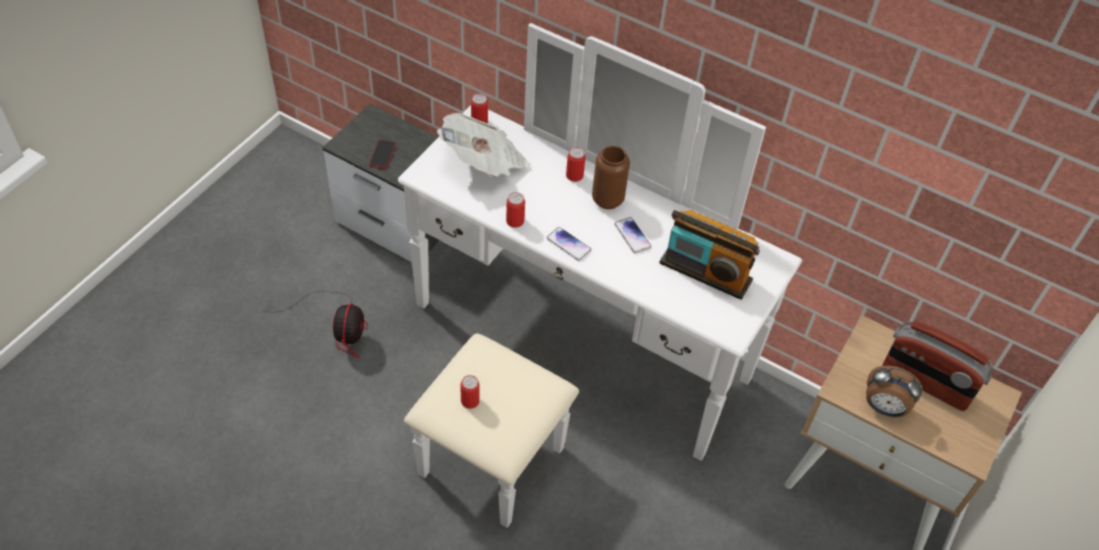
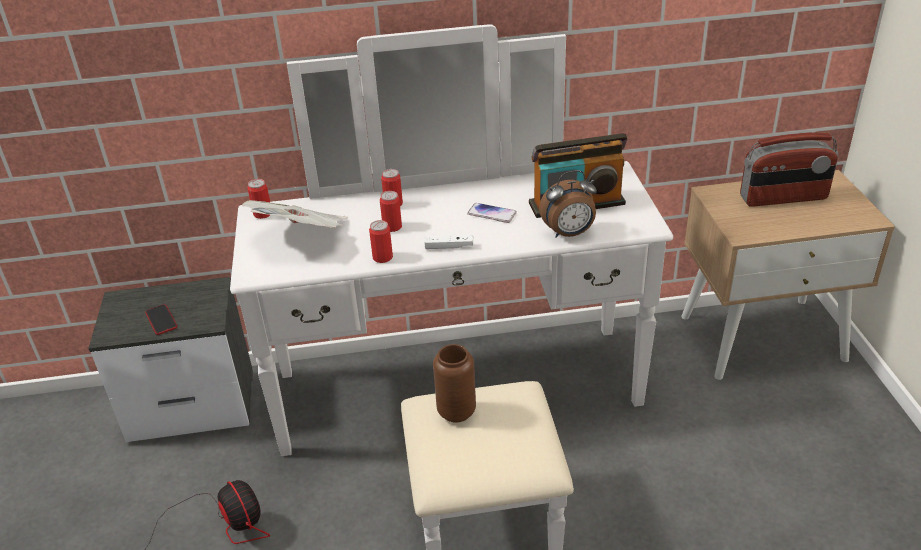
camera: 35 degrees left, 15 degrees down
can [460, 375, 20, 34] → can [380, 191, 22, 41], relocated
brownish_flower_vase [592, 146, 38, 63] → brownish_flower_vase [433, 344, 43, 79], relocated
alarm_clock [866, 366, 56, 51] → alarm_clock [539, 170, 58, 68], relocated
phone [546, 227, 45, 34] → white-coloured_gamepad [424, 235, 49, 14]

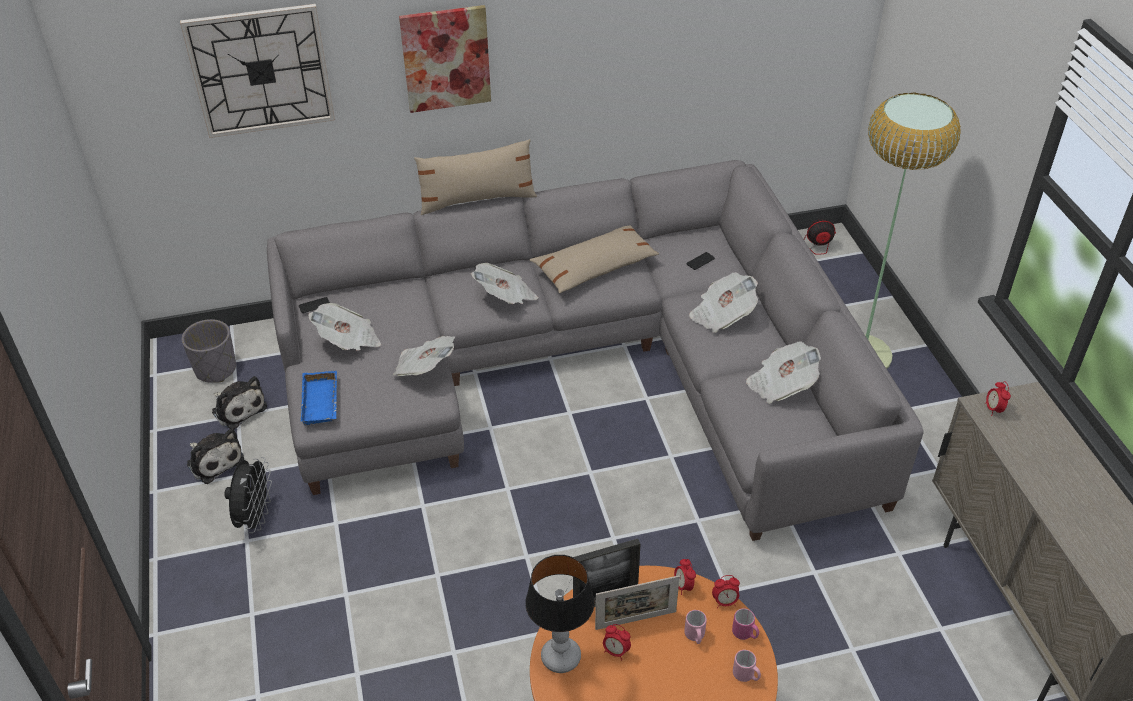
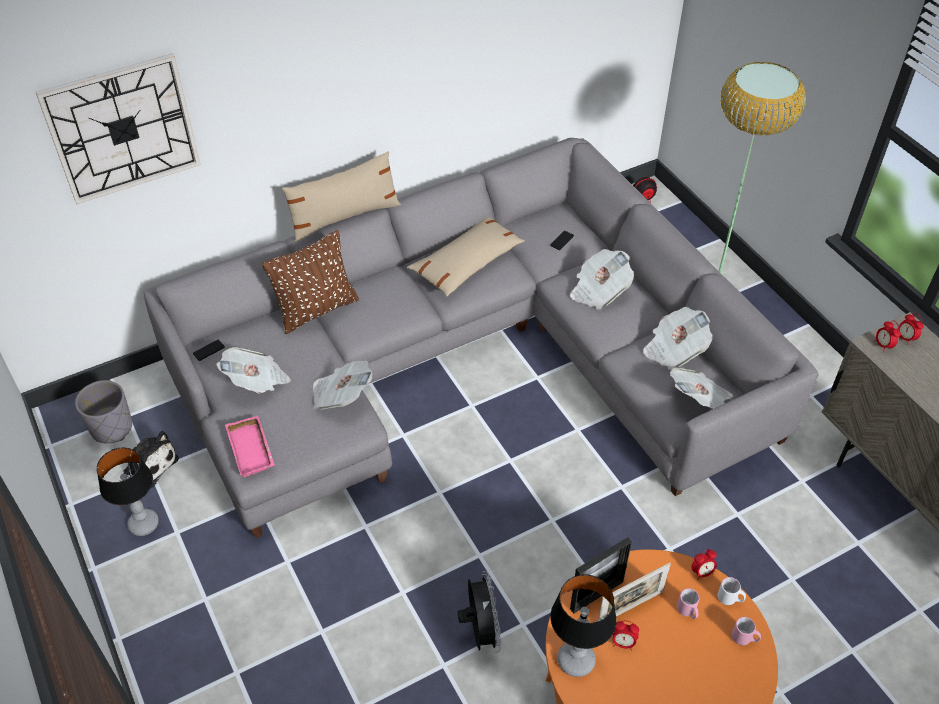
camera: 15 degrees left, 5 degrees up
wall_picture [399, 5, 92, 108] → -
- → brownish_pillow [262, 230, 97, 104]
black_fan [224, 457, 48, 76] → black_fan [458, 571, 43, 82], relocated
daily_paper [471, 263, 67, 41] → daily_paper [670, 367, 63, 42], relocated
alarm_clock [674, 559, 22, 36] → alarm_clock [898, 313, 26, 28], relocated
soft_toy [187, 428, 57, 56] → lamp_for_a_table [97, 447, 62, 89]
blue-coloured_carrying_tray [300, 371, 37, 54] → pink-coloured_carrying_tray [225, 416, 50, 62]
pink-coloured_coffee_mug [732, 608, 27, 32] → white-coloured_coffee_mug [718, 577, 28, 28]

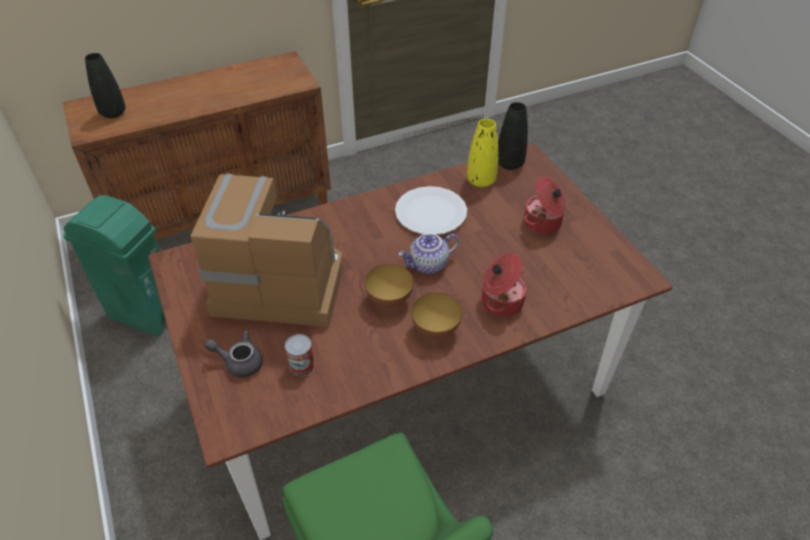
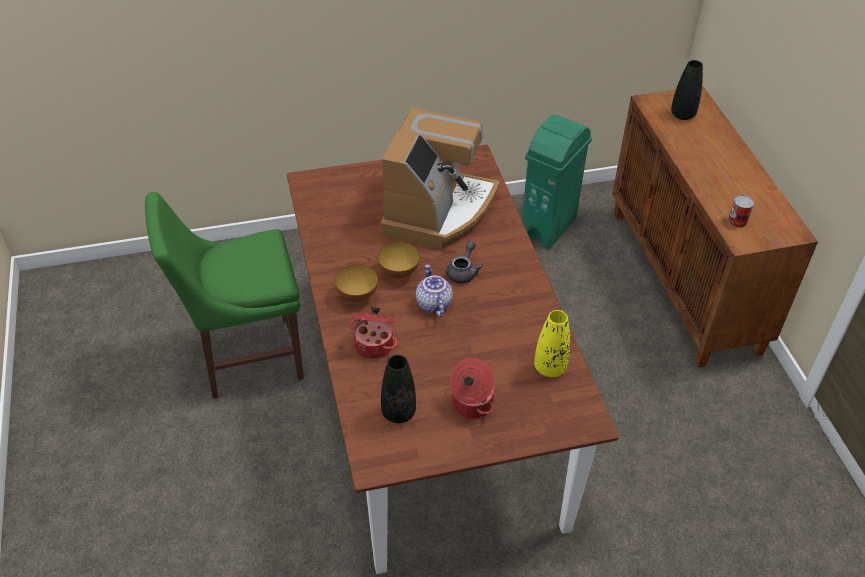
camera: 100 degrees right, 0 degrees up
white-coloured_plate [395, 186, 72, 49] → -
grey_pot_for_tea [204, 331, 59, 47] → grey_pot_for_tea [446, 241, 37, 42], relocated
can [285, 334, 30, 42] → can [728, 195, 26, 33], relocated
black_flower_vase [498, 102, 30, 68] → black_flower_vase [381, 355, 35, 68], relocated

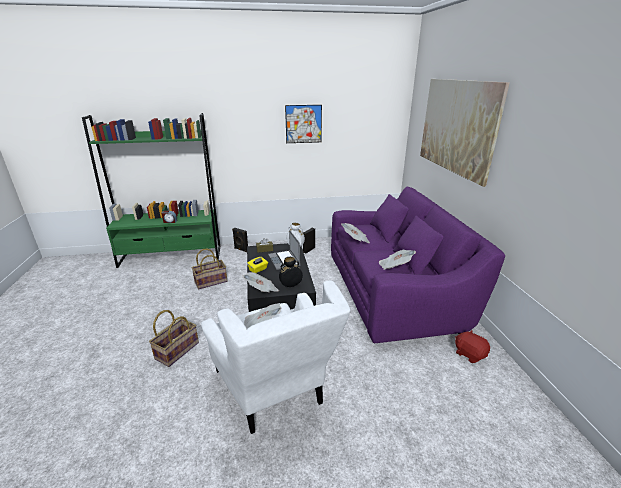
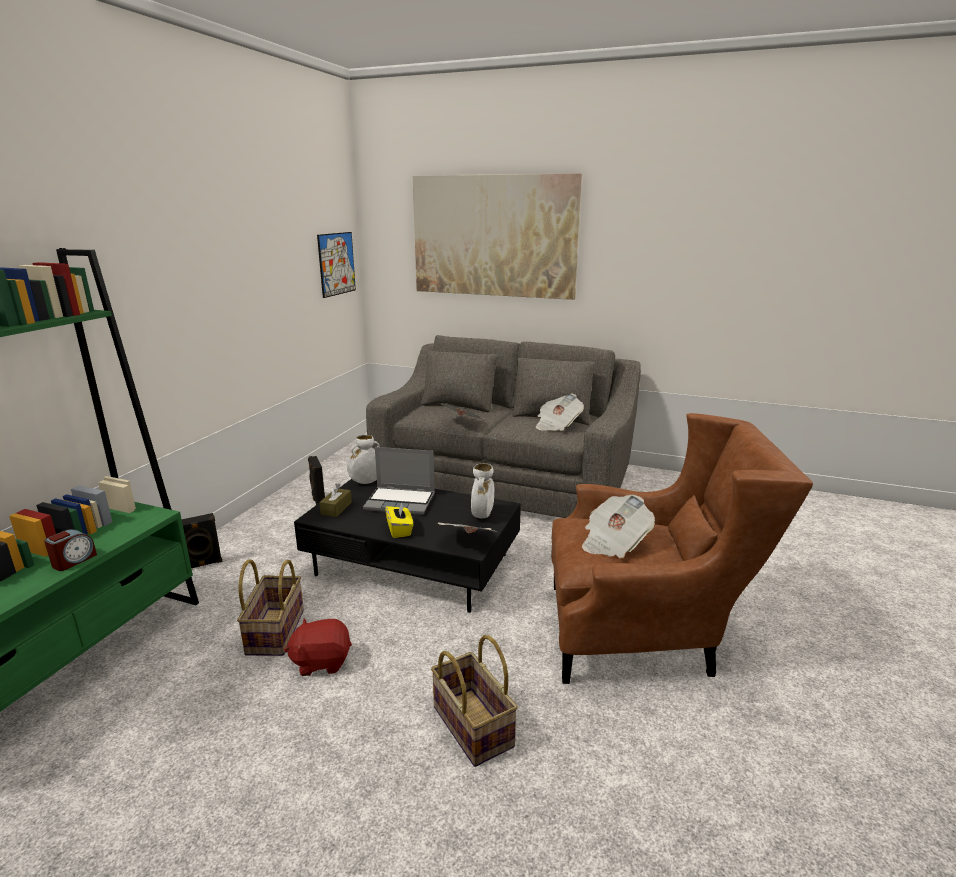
camera: 60 degrees left, 5 degrees down
wall_picture [285, 105, 37, 38] → wall_picture [317, 232, 39, 66], relocated
red_soft_toy [455, 330, 35, 33] → red_soft_toy [284, 619, 68, 57], relocated
white-coloured_easy_chair [201, 280, 149, 154] → brownish_easy_chair [551, 413, 262, 271]
black_flower_vase [279, 257, 24, 30] → white-coloured_flower_vase [471, 463, 23, 55]
purplish_sofa [331, 186, 174, 157] → grey_sofa [366, 335, 275, 183]

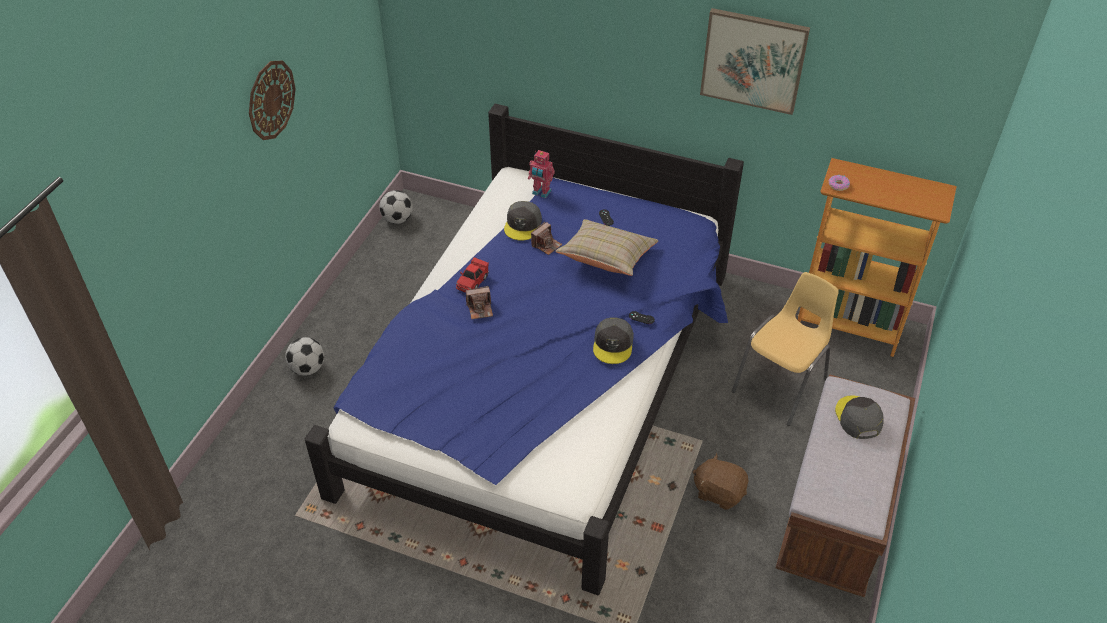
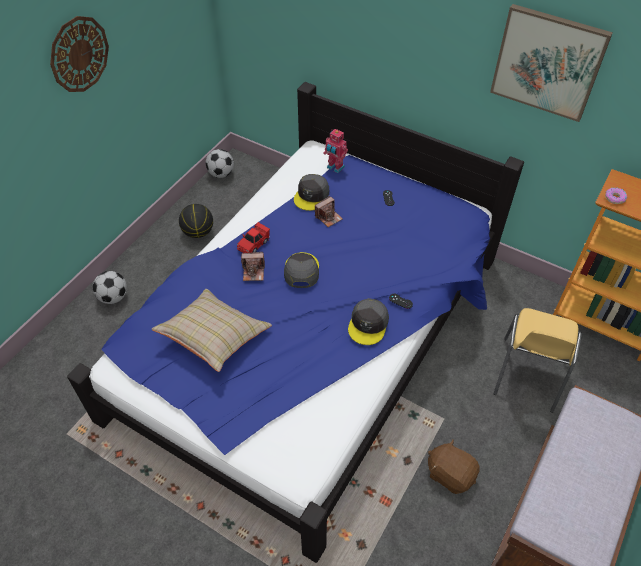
camera: 10 degrees right, 5 degrees up
- → basketball_ball [179, 204, 34, 34]
beige-coloured_pillow [555, 219, 103, 57] → beige-coloured_pillow [151, 289, 121, 83], relocated
grey_baseball_cap [835, 395, 49, 44] → grey_baseball_cap [284, 252, 35, 36], relocated
yellow_chair [732, 272, 107, 154] → yellow_chair [493, 308, 89, 105], 150 degrees clockwise

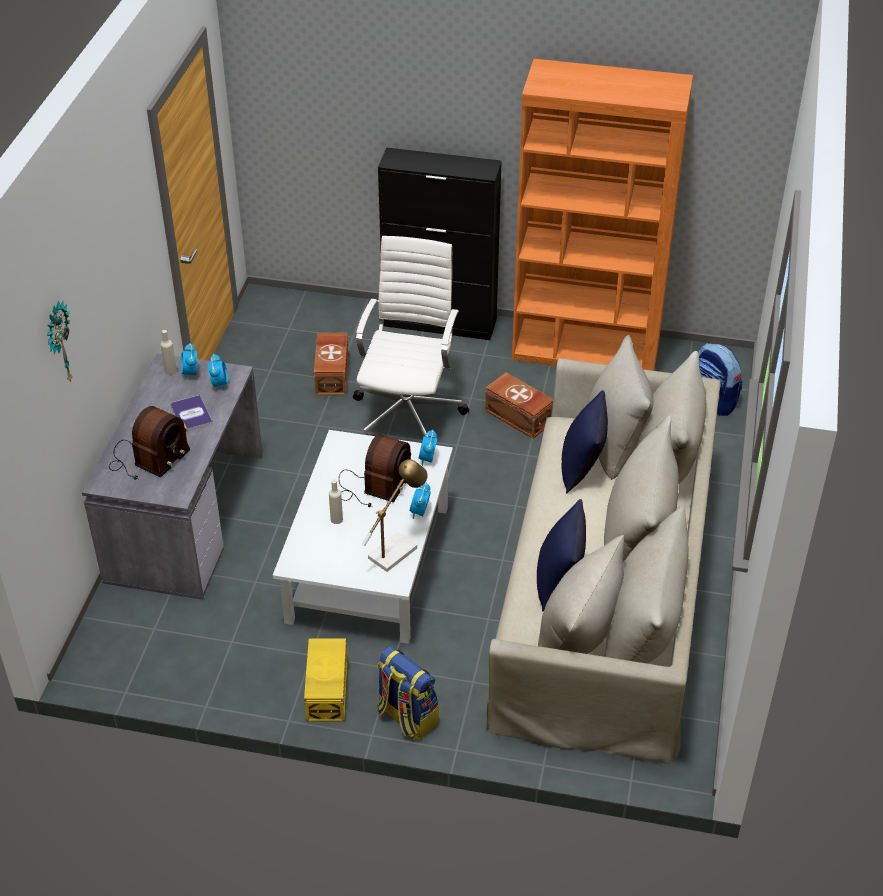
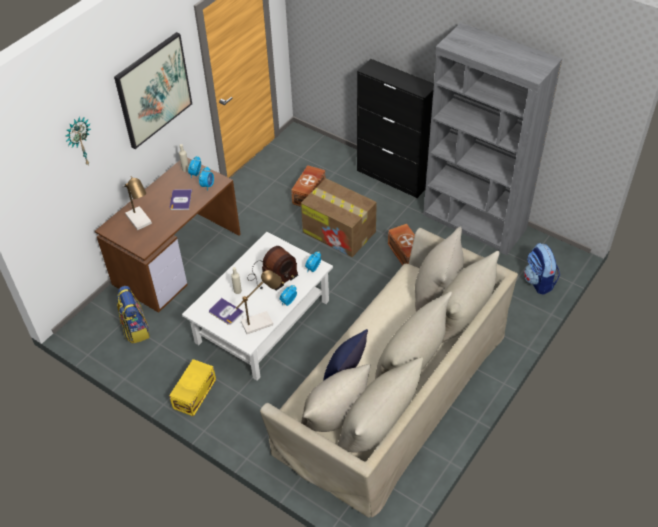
camera: 25 degrees right, 5 degrees up
blue-coloured_pillow [562, 390, 46, 103] → -
- → wall_picture [114, 32, 78, 117]
- → bound_book [209, 298, 35, 27]
backpack [377, 646, 62, 94] → backpack [117, 286, 33, 58], relocated
radio [109, 406, 81, 74] → lamp_for_a_table [122, 176, 30, 54]
white-coloured_office_chair [353, 236, 116, 201] → packing_box [301, 178, 76, 79]
grey_desk [82, 354, 181, 246] → brownish_desk [95, 157, 146, 156]
orange_bookcase [512, 59, 181, 312] → grey_bookcase [423, 23, 139, 232]

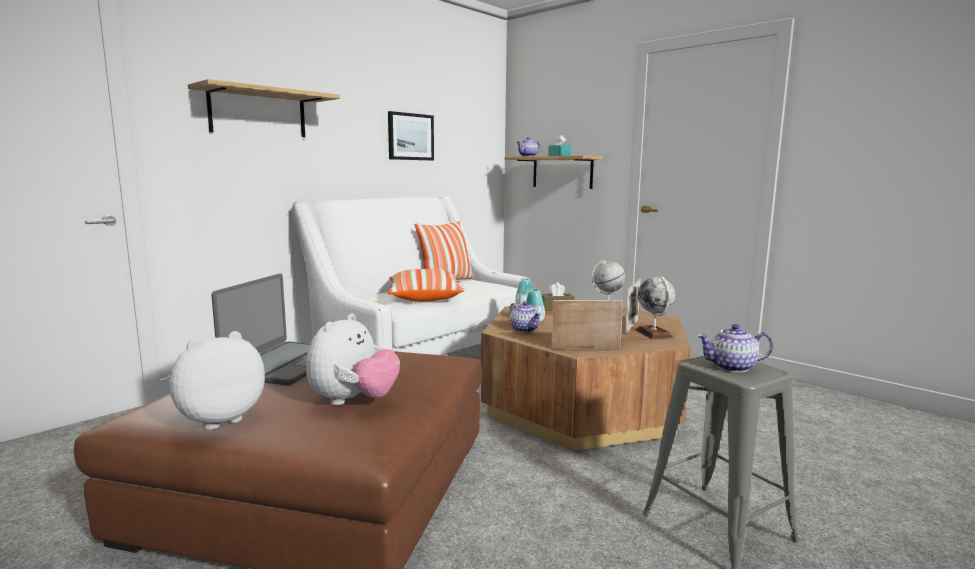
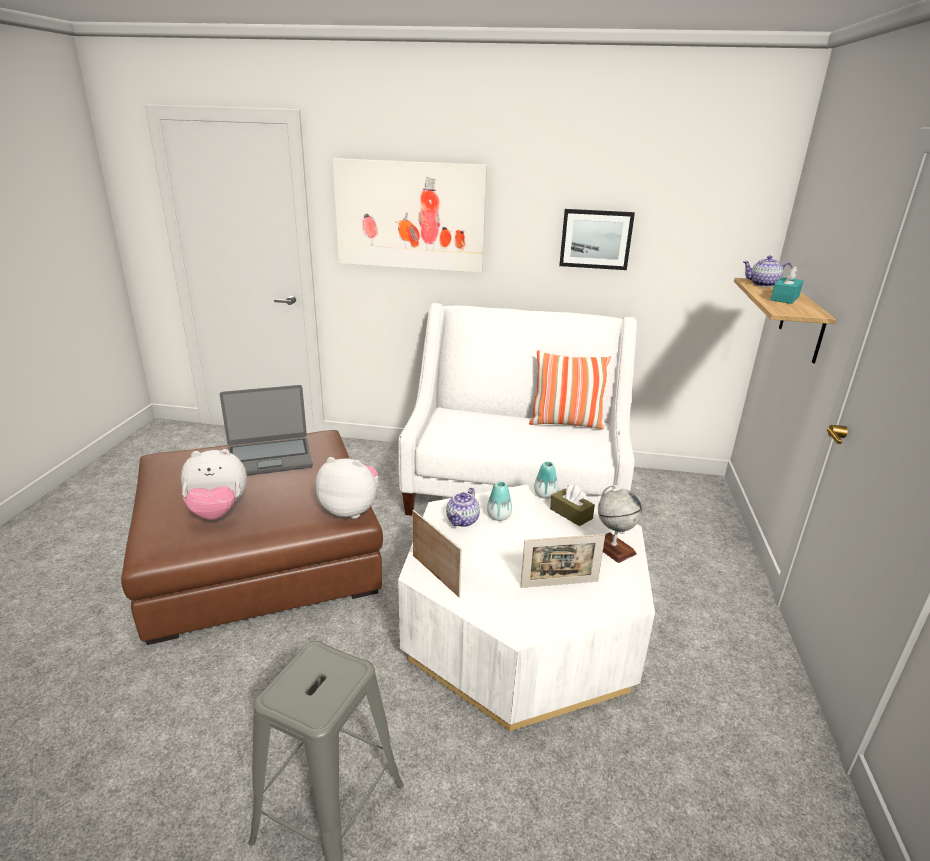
camera: 55 degrees right, 15 degrees up
pillow [387, 269, 77, 32] → -
world_globe [635, 277, 40, 62] → -
pot_for_tea [697, 324, 76, 49] → -
soft_toy [167, 331, 98, 99] → soft_toy [315, 457, 63, 62], relocated
wall_shelf [188, 79, 152, 58] → wall_picture [333, 158, 154, 114]
brownish_lounge_table [481, 306, 210, 145] → white-coloured_lounge_table [398, 483, 257, 248]

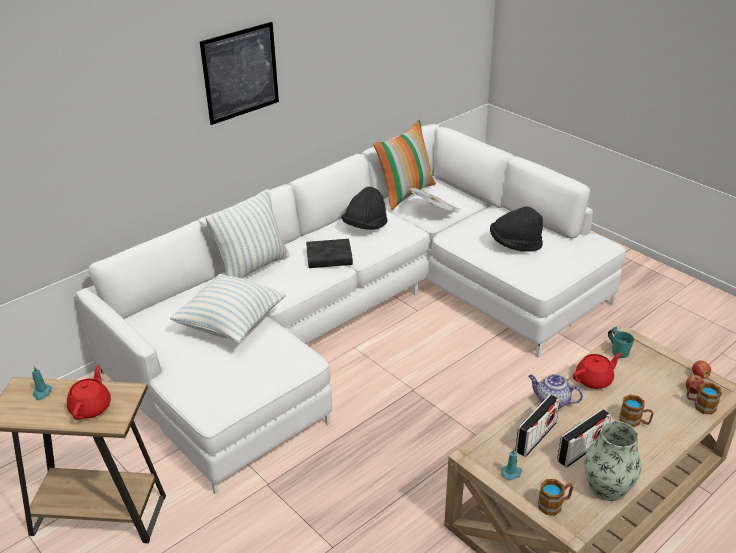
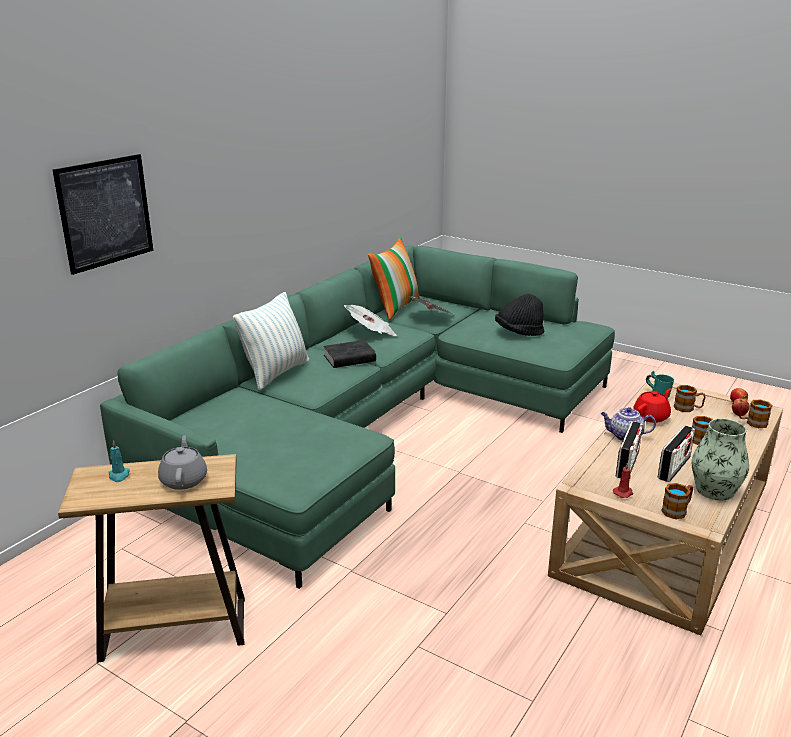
camera: 15 degrees left, 10 degrees down
pillow [170, 274, 116, 69] → -
- → coffee_mug [674, 385, 32, 27]
wall_picture [200, 22, 79, 103] → wall_picture [53, 154, 100, 121], relocated
black_wearable_hat [341, 187, 47, 43] → daily_paper [344, 305, 53, 31]
red_pot_for_tea [67, 365, 44, 55] → grey_pot_for_tea [158, 435, 49, 55]
white-coloured_sofa [76, 124, 549, 371] → greenish_sofa [100, 245, 515, 344]
turquoise-coloured_candle [501, 448, 21, 32] → red_candle [613, 462, 20, 36]

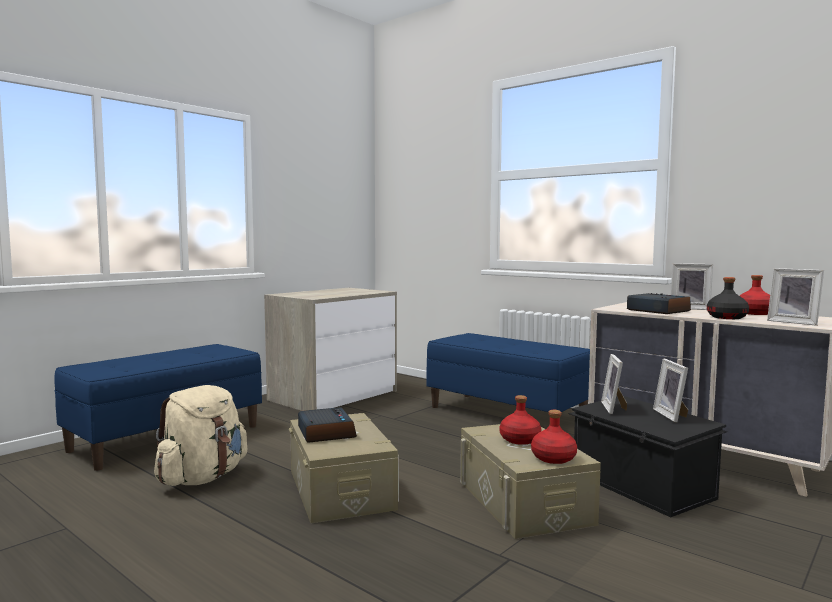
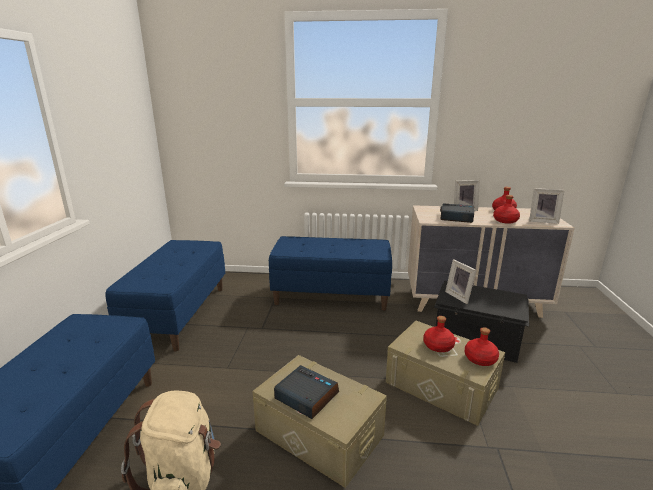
camera: 35 degrees left, 15 degrees up
standing_frame [653, 359, 35, 63] → -
chest_of_drawers [264, 288, 133, 123] → blue-coloured_bench [105, 240, 120, 111]
black_beverage_bottle [707, 277, 42, 42] → red_beverage_bottle [493, 195, 27, 29]

